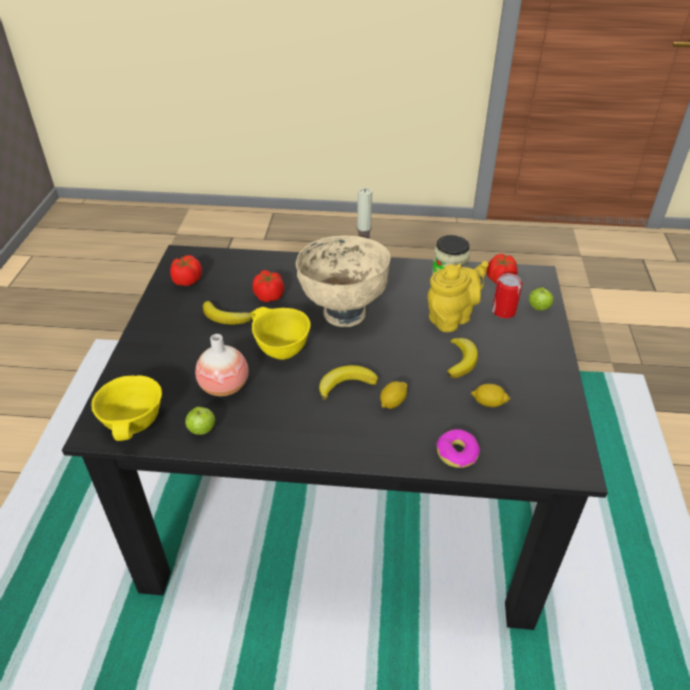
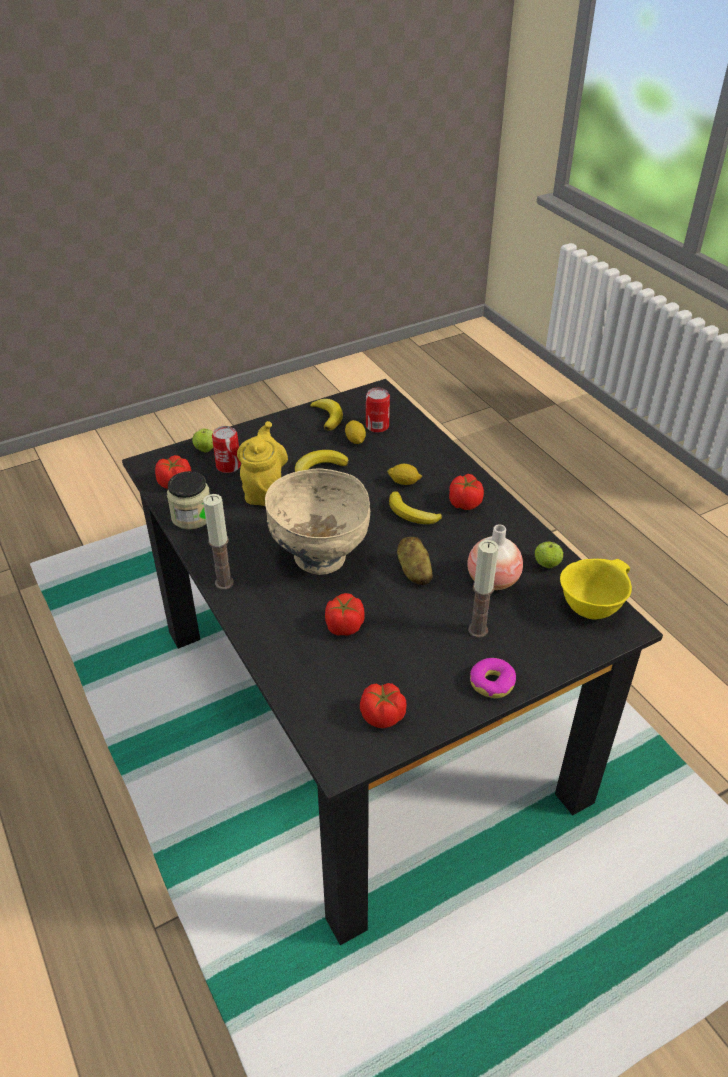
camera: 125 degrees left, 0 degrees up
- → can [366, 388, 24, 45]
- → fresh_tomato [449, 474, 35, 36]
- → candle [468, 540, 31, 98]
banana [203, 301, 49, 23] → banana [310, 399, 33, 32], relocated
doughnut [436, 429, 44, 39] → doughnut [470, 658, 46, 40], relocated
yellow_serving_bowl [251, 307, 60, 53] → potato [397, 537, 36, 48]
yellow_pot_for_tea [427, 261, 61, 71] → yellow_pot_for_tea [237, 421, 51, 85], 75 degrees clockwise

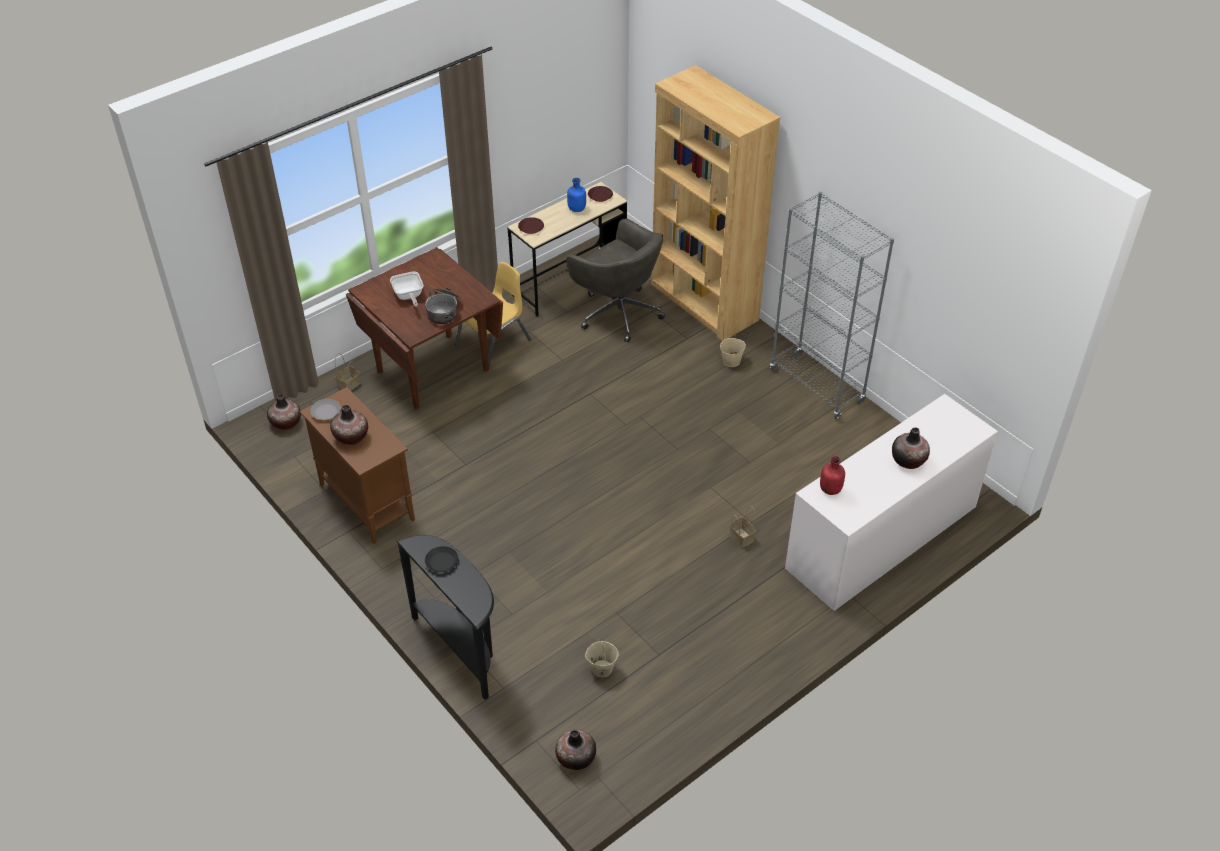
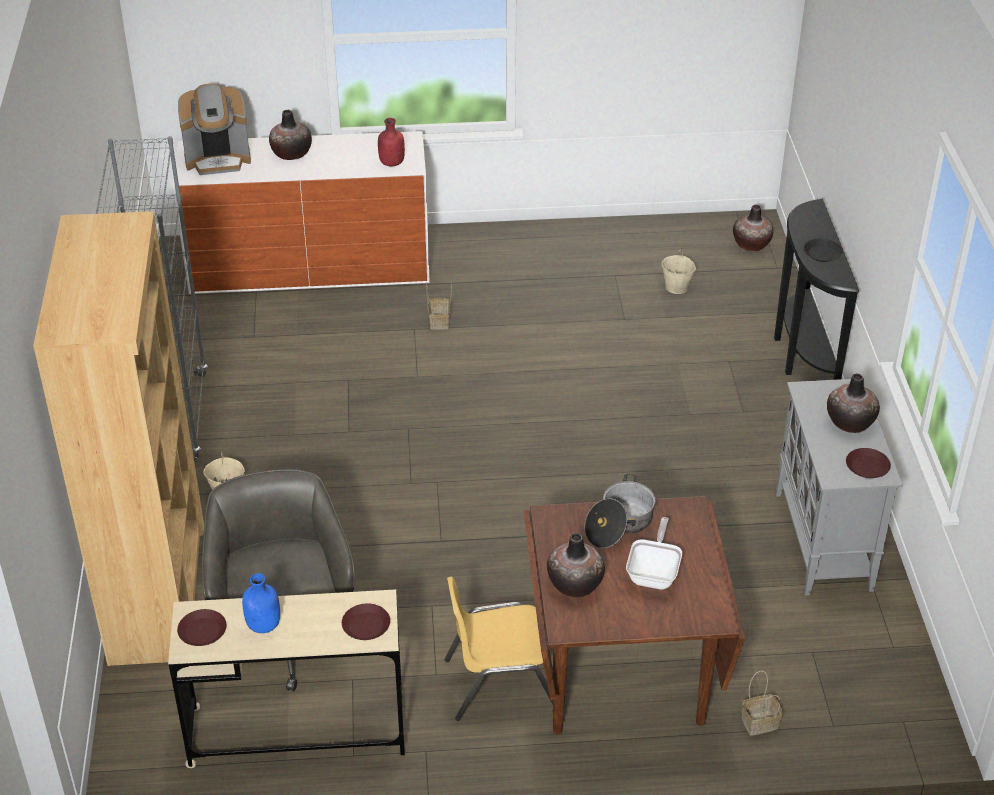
camera: 145 degrees left, 5 degrees down
- → coffee_machine [178, 83, 73, 92]
flower_vase [267, 394, 34, 36] → flower_vase [547, 533, 58, 64], relocated
brownish_cupboard [300, 387, 115, 157] → grey_cupboard [775, 379, 128, 217]
grey_plate [310, 399, 31, 21] → brownish_plate [846, 448, 45, 30]

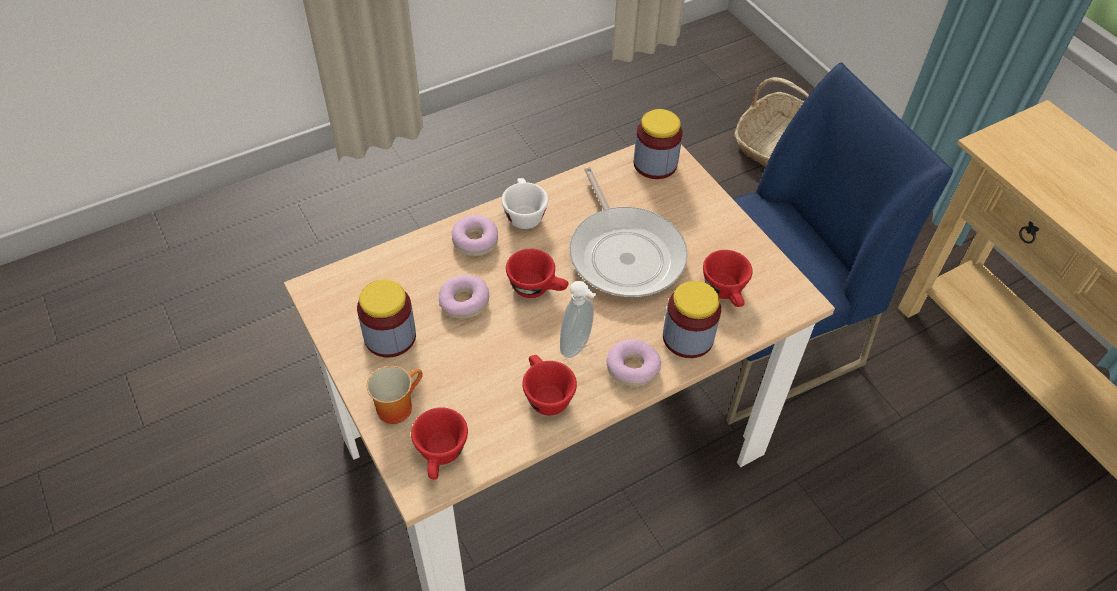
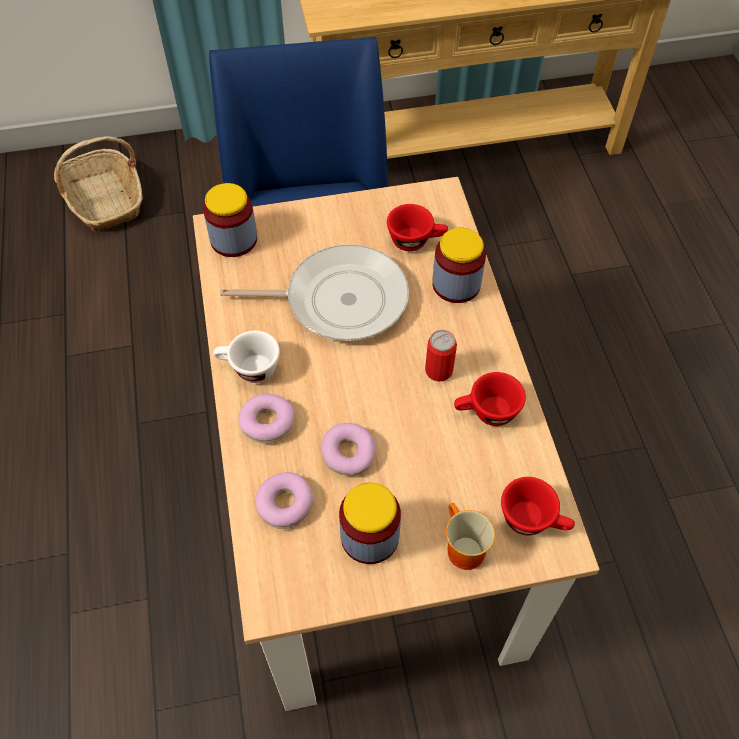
camera: 70 degrees left, 5 degrees up
red_drinking_cup [506, 249, 63, 49] → -
doughnut [606, 339, 55, 48] → doughnut [255, 472, 58, 57], relocated
soap_bottle [560, 281, 36, 77] → can [425, 330, 32, 52]

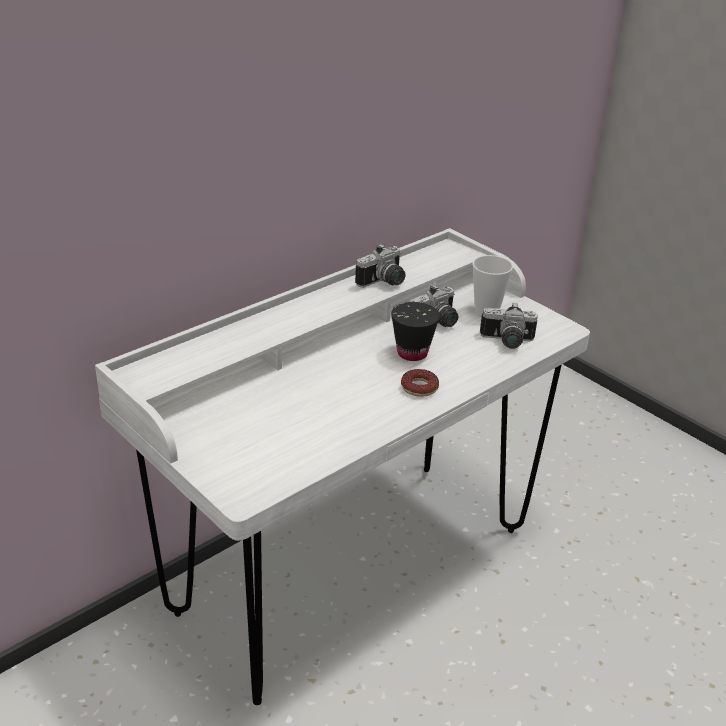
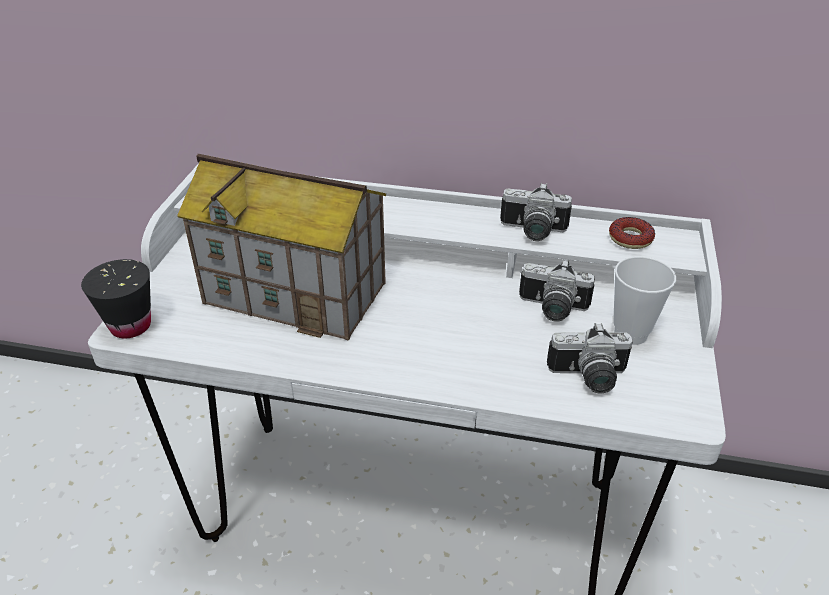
camera: 55 degrees right, 5 degrees up
- → toy_house [177, 154, 209, 187]
black_drinking_cup [391, 302, 49, 59] → black_drinking_cup [81, 259, 70, 79], relocated
doughnut [401, 369, 38, 28] → doughnut [609, 217, 46, 32], relocated
photo_camera [480, 303, 58, 46] → photo_camera [547, 323, 86, 70], 60 degrees counterclockwise

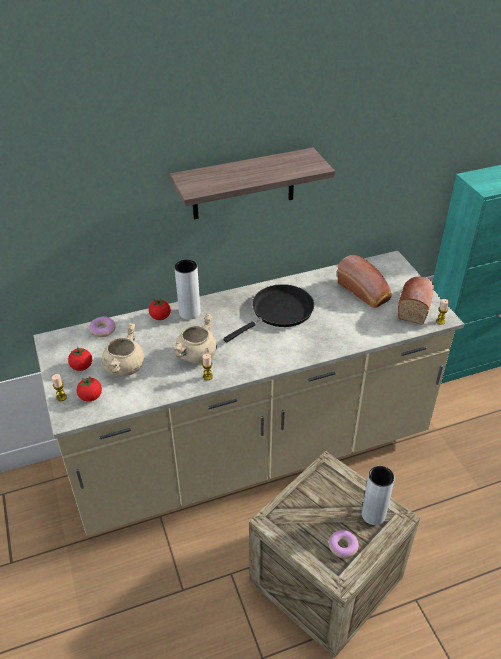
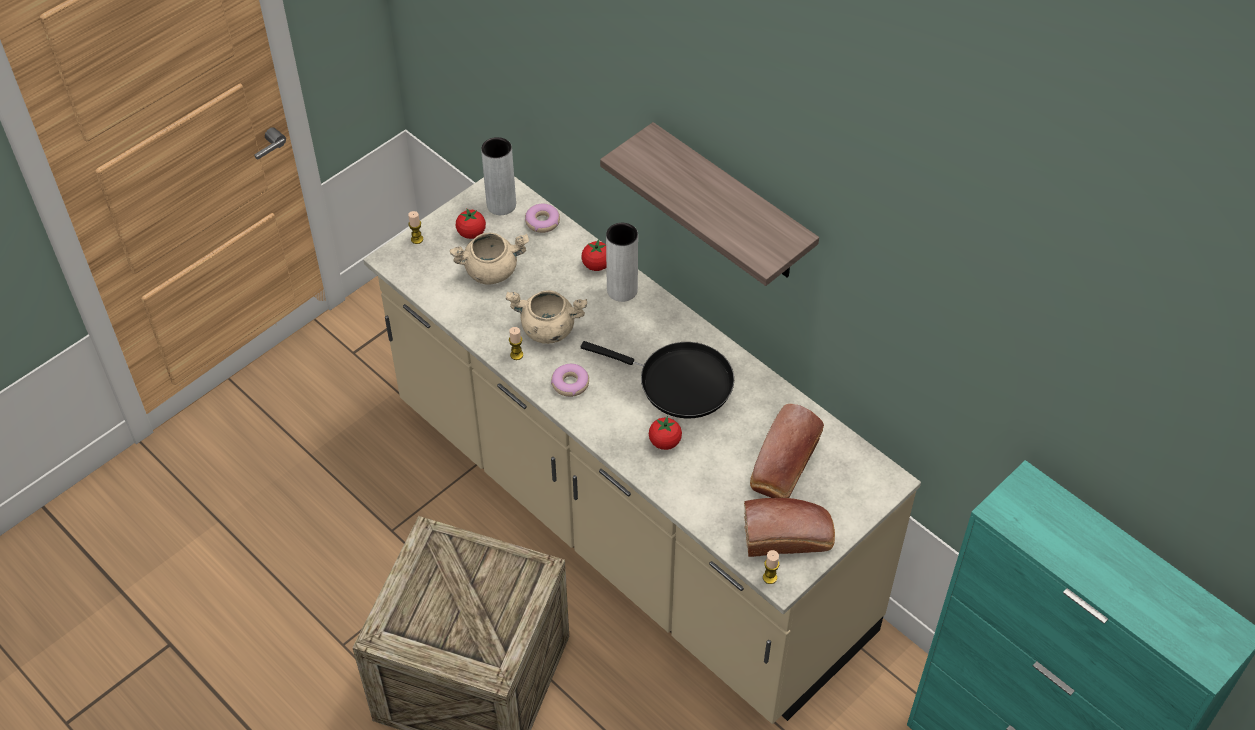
camera: 65 degrees right, 10 degrees up
fresh_tomato [76, 377, 26, 24] → fresh_tomato [649, 416, 33, 34], relocated
doughnut [328, 530, 31, 28] → doughnut [551, 364, 38, 33], relocated
grey_flower_vase [362, 466, 33, 59] → grey_flower_vase [481, 137, 35, 78], relocated

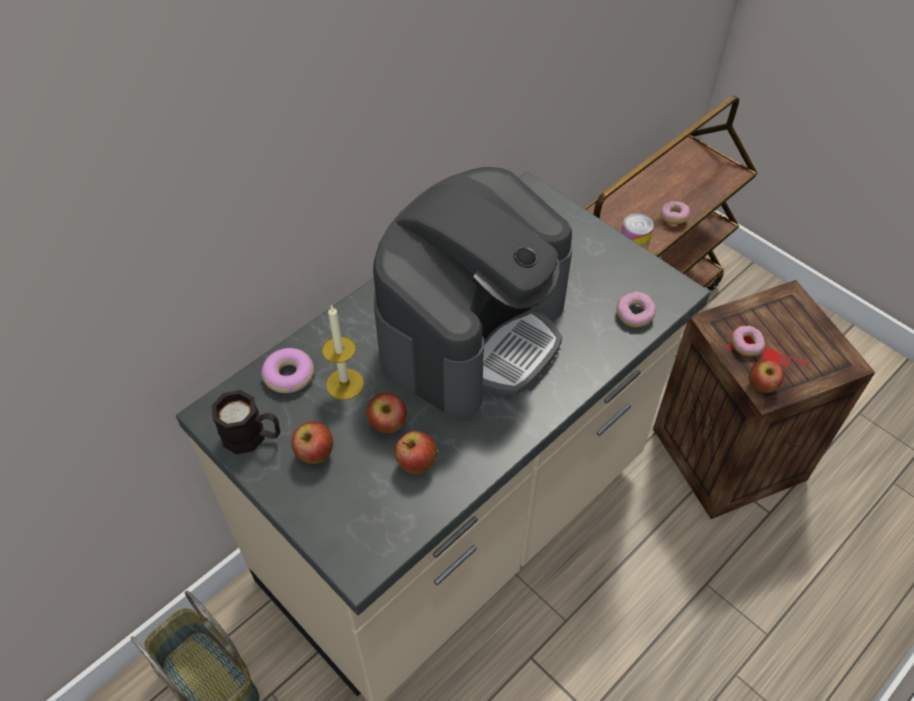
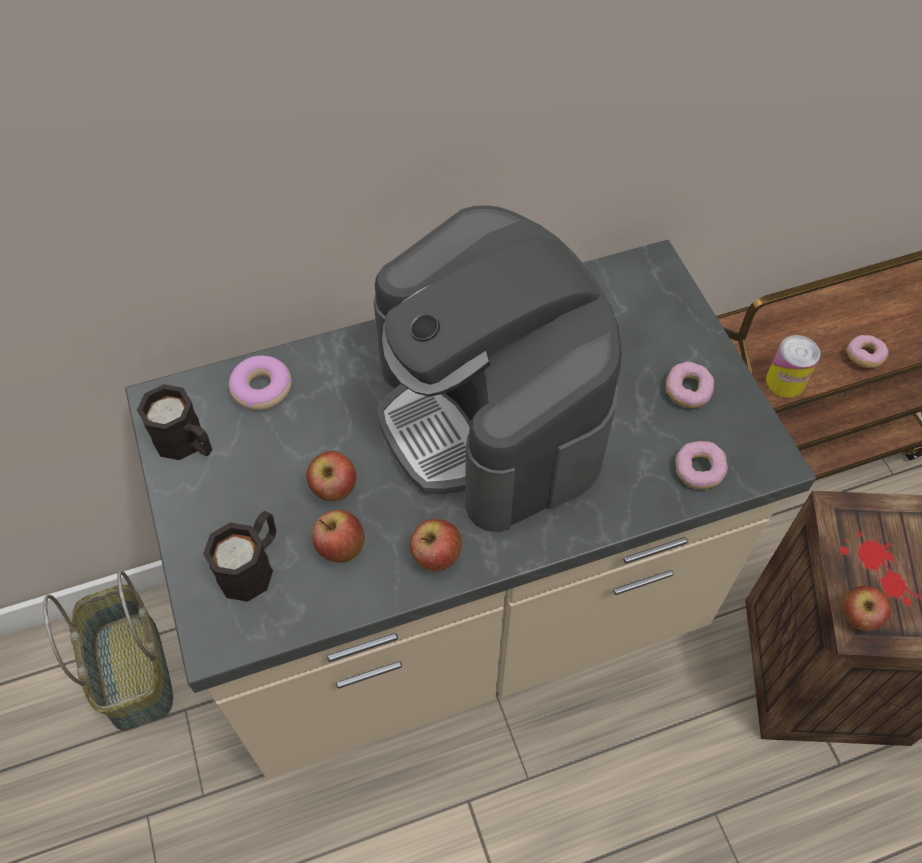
camera: 25 degrees right, 5 degrees up
candle [322, 305, 42, 95] → -
- → black_coffee_mug [203, 511, 73, 91]
whole_apple [292, 422, 41, 42] → whole_apple [410, 519, 52, 53], relocated
doughnut [732, 326, 33, 30] → doughnut [666, 362, 48, 46], relocated
coffee_machine [373, 167, 199, 251] → coffee_machine [374, 206, 248, 326], 90 degrees clockwise

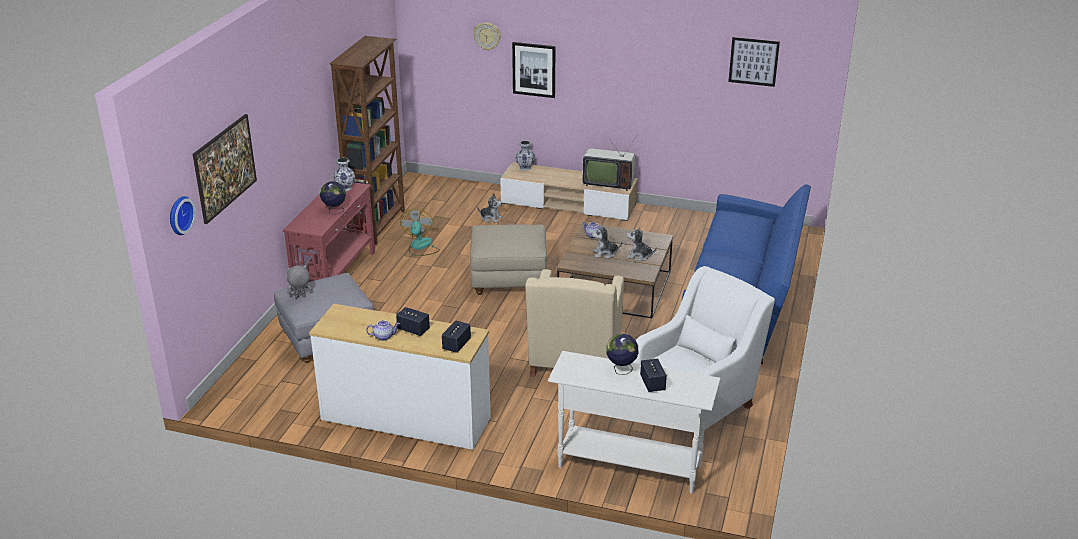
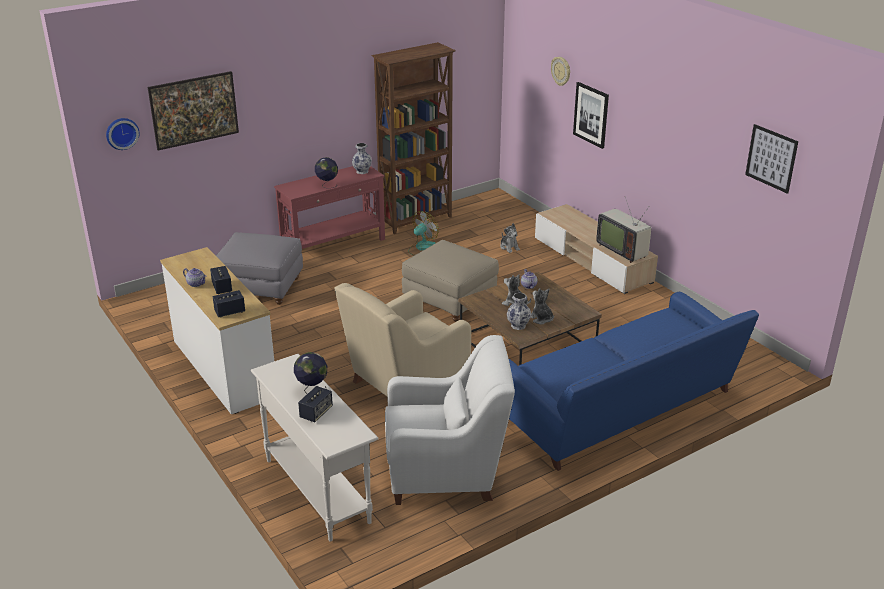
camera: 40 degrees right, 0 degrees up
grey_soft_toy [286, 265, 26, 33] → -
flower_vase [516, 141, 19, 30] → flower_vase [507, 293, 24, 37], relocated

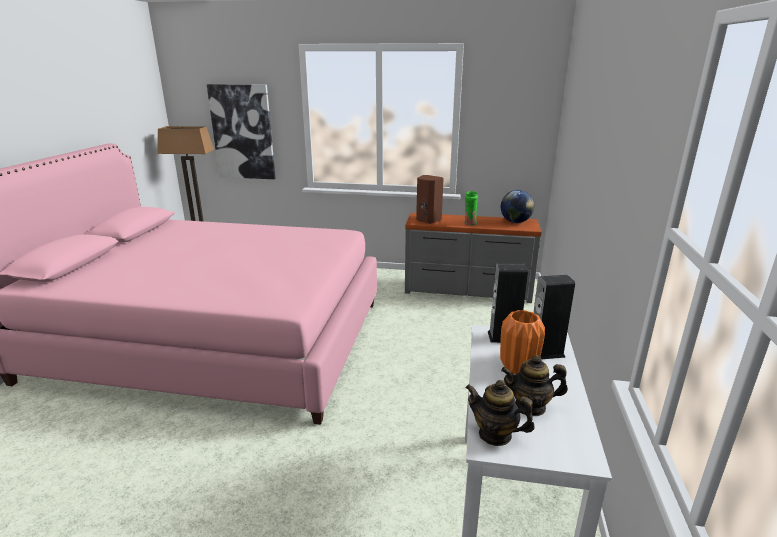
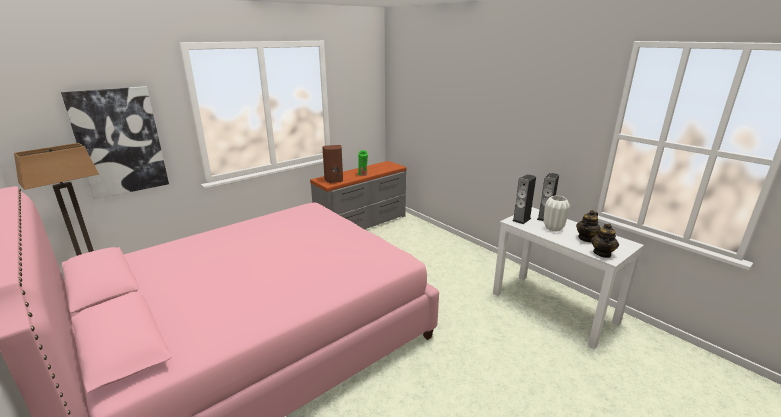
camera: 50 degrees left, 0 degrees up
world_globe [501, 190, 33, 33] → -
orange_flower_vase [500, 310, 45, 65] → white-coloured_flower_vase [544, 196, 26, 36]
pot_for_tea [465, 380, 70, 66] → pot_for_tea [591, 224, 28, 34], 45 degrees counterclockwise

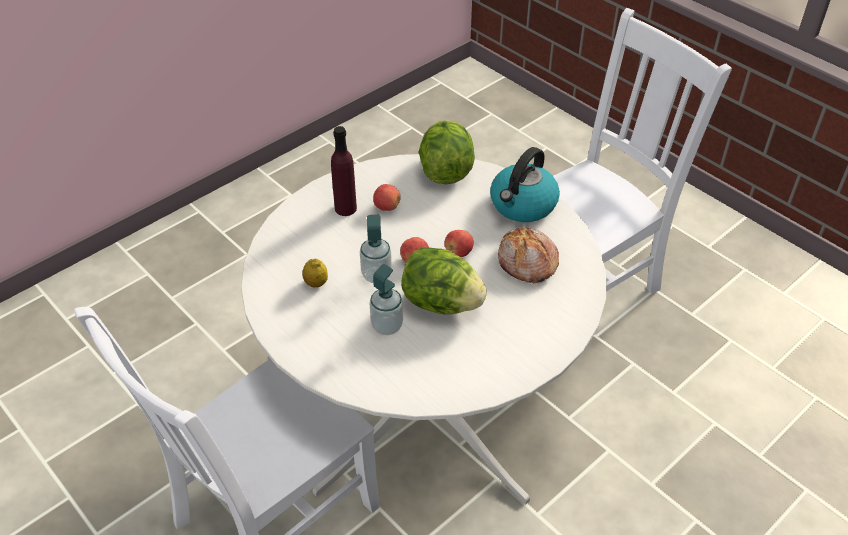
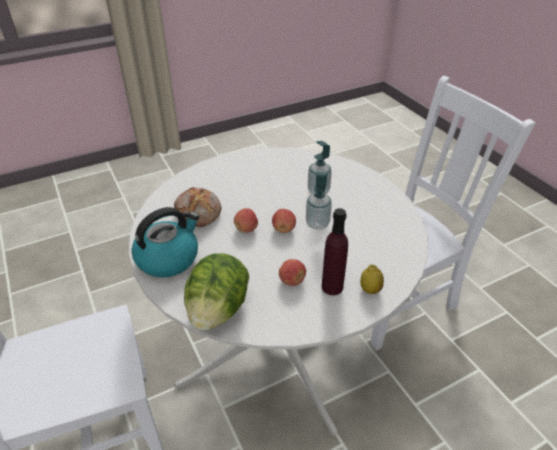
camera: 165 degrees left, 5 degrees down
lettuce [401, 247, 86, 67] → -
lemon [302, 258, 26, 30] → lemon [360, 264, 24, 30], relocated

